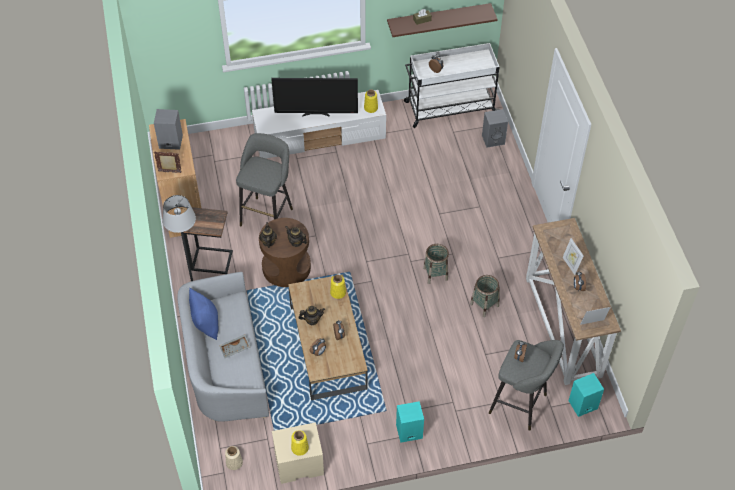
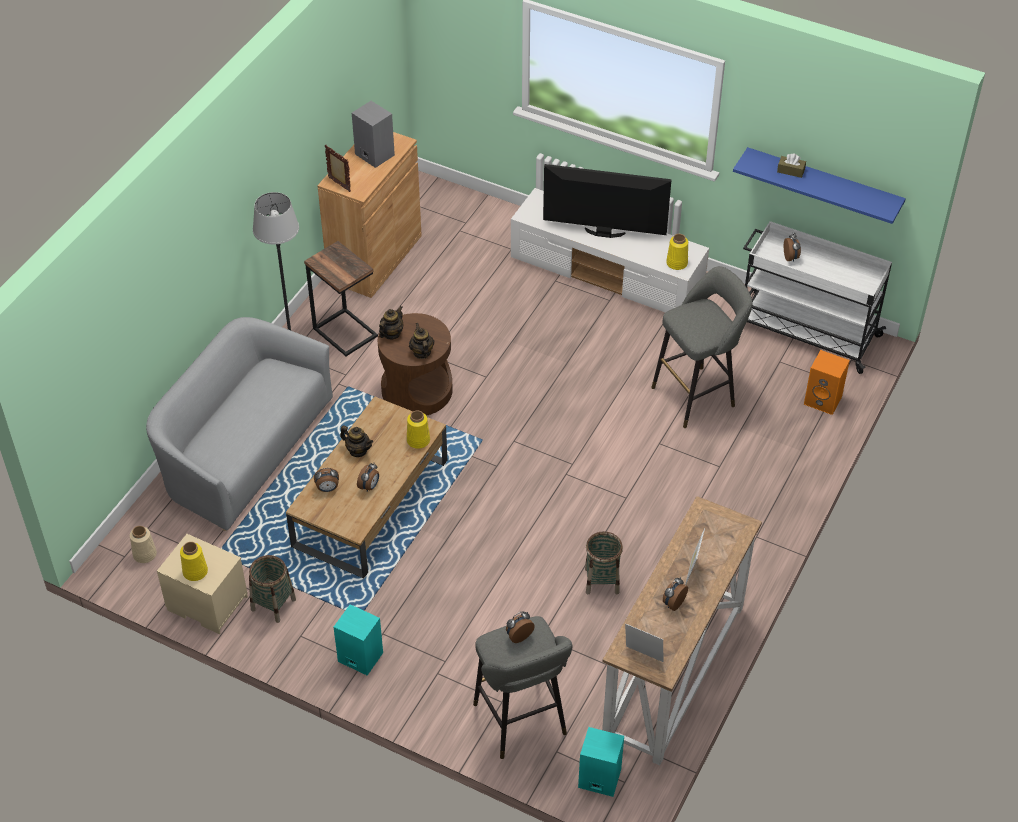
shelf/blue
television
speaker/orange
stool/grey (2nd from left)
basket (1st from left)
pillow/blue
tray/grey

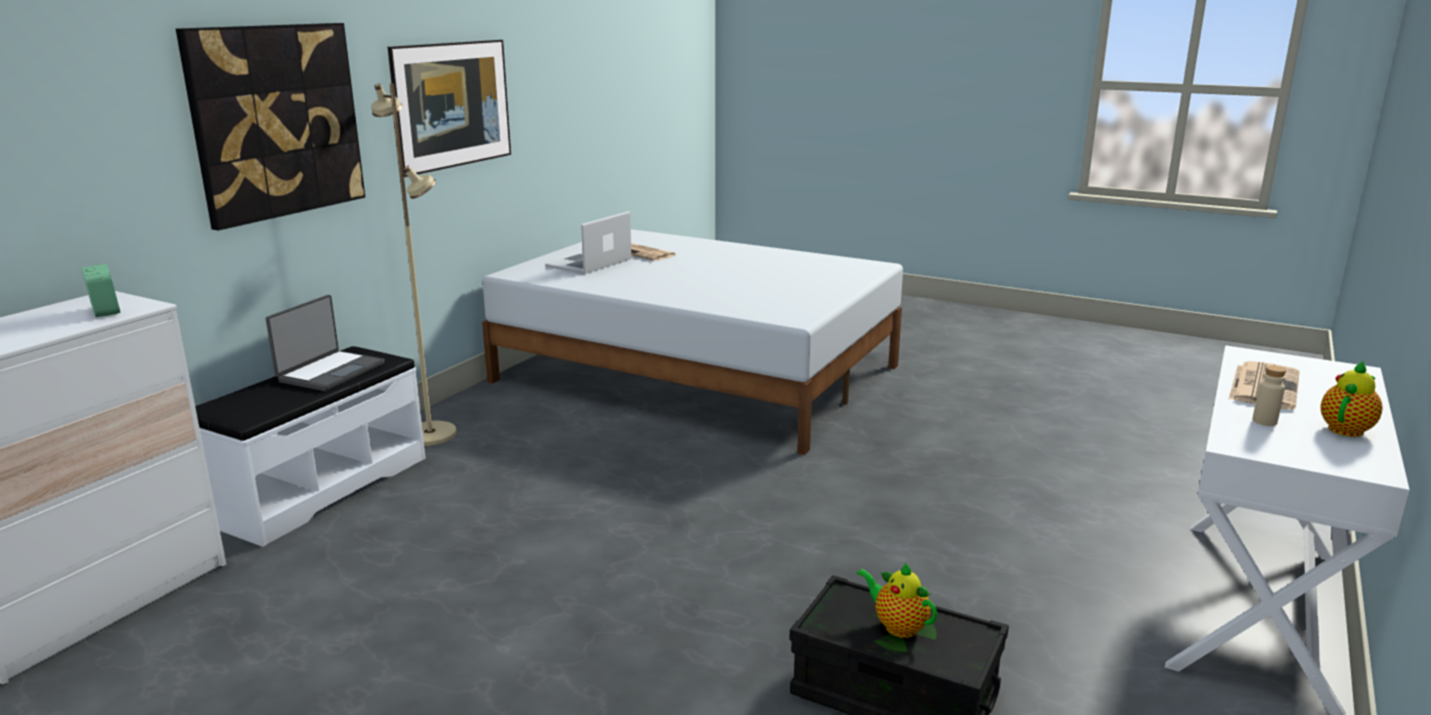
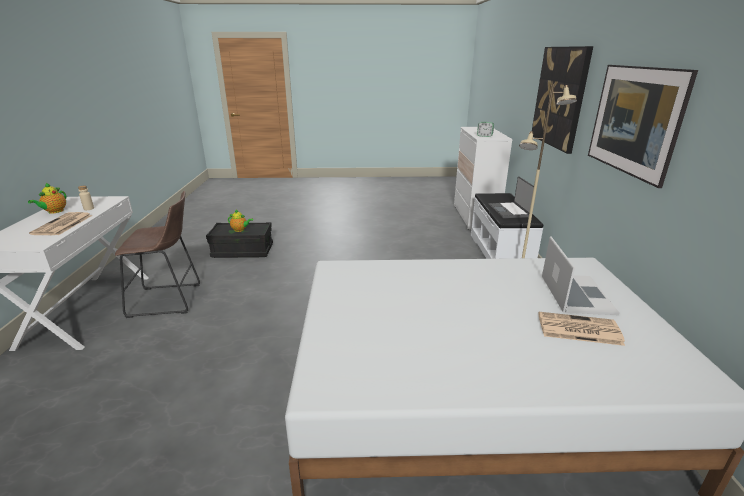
stool/brown

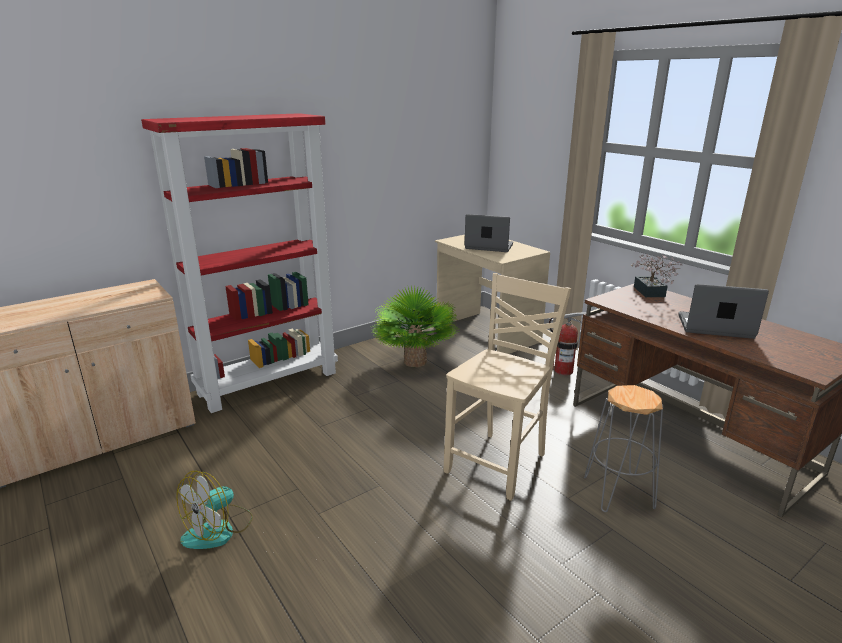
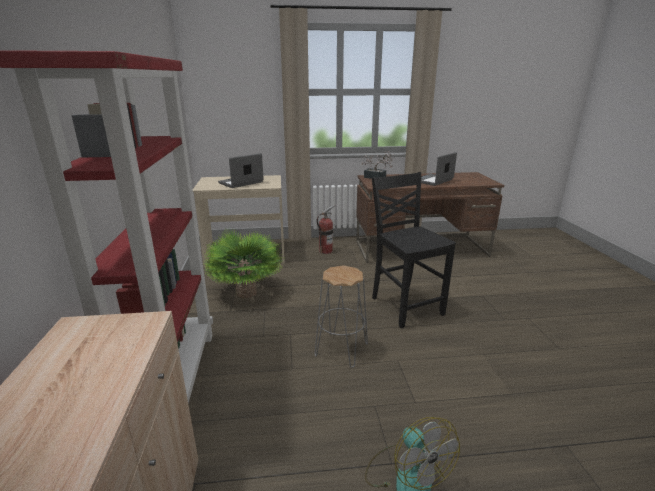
chair/black
stool/grey

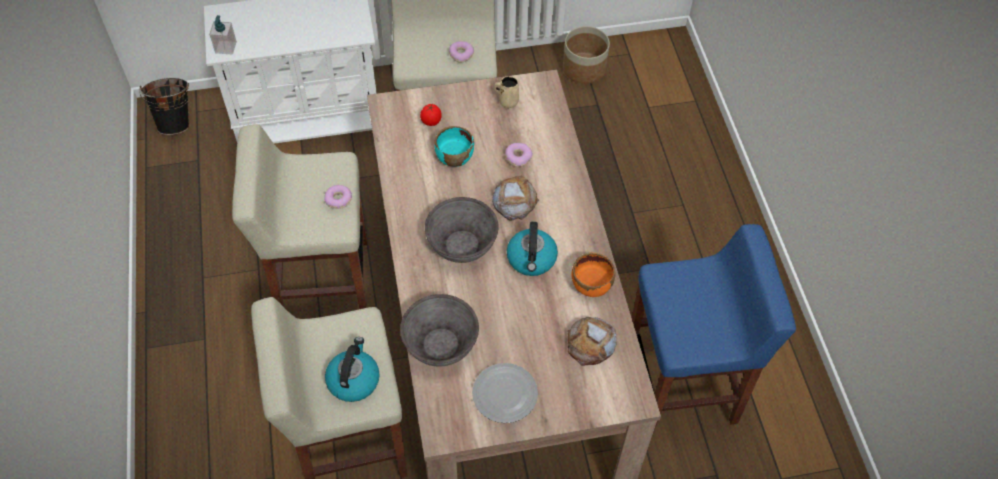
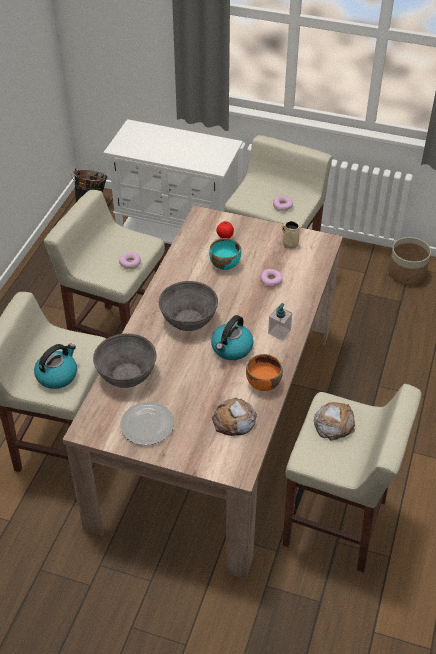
soap dispenser
bread (2nd from left)
stool/beige (4th from left)

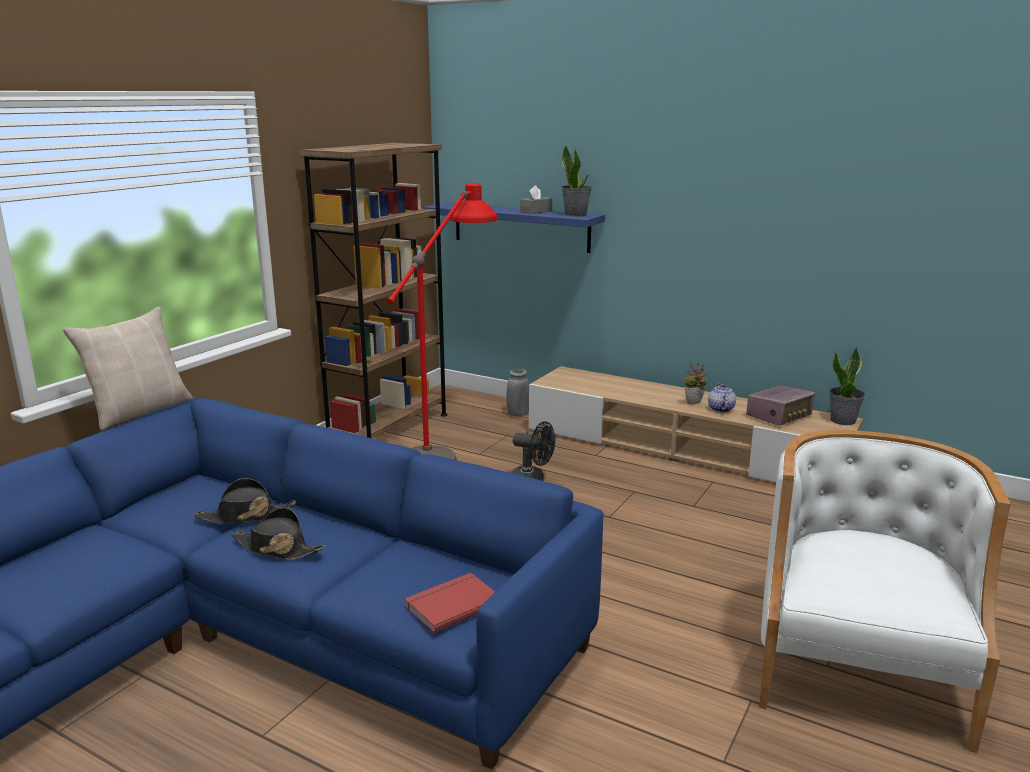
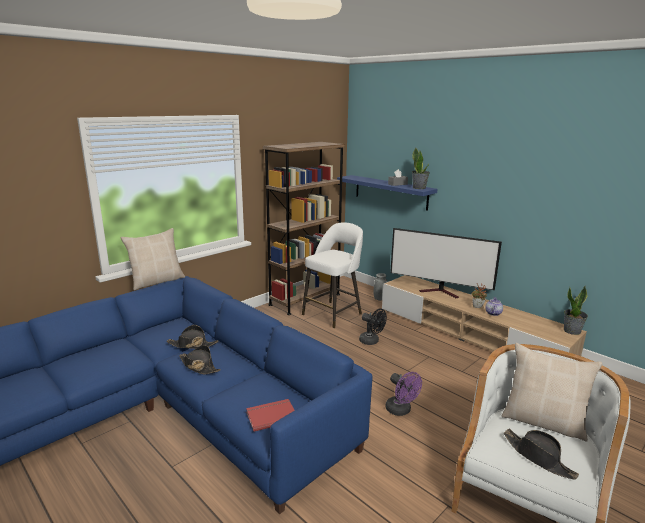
stool/white
radio
television
pillow/beige (2nd from left)
fan/purple
hat/black (3rd from left)

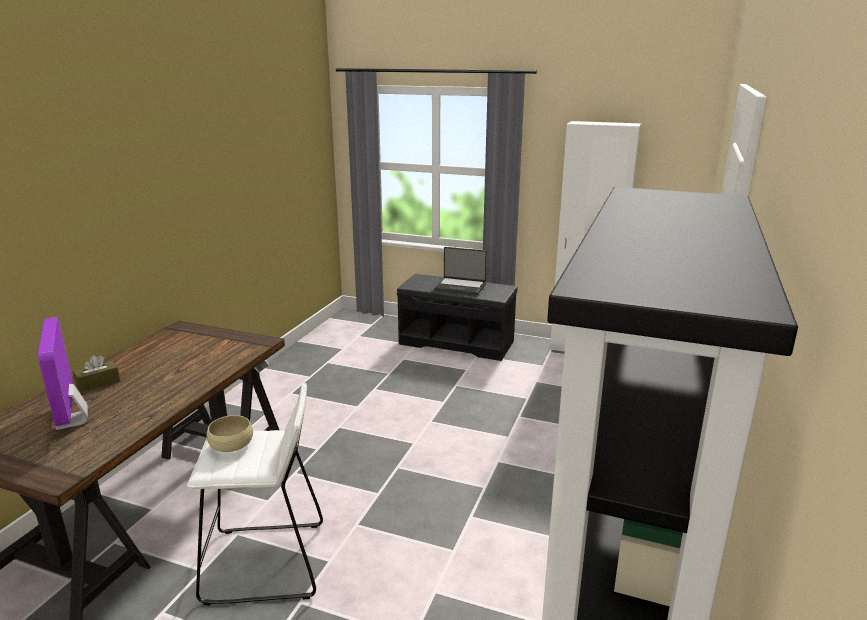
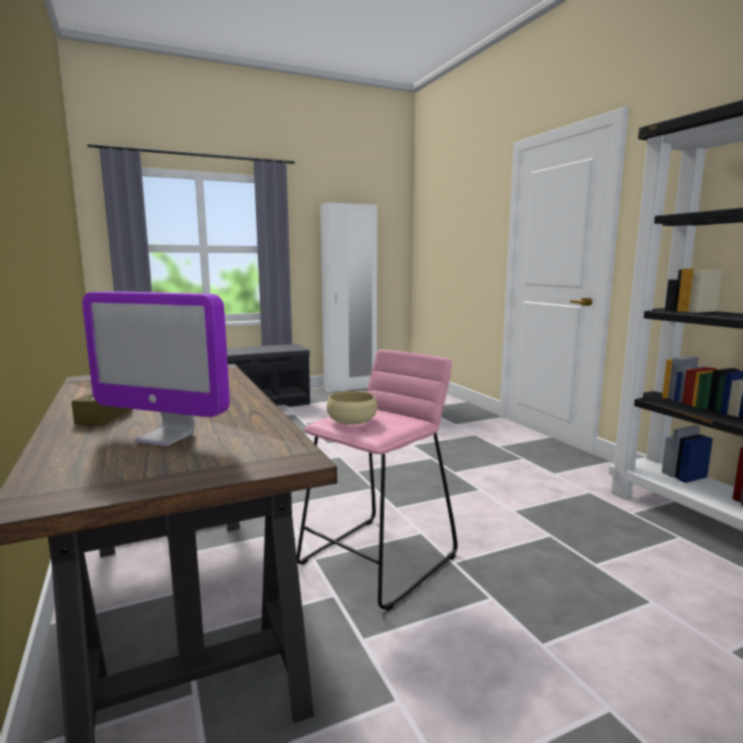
laptop
stool/pink

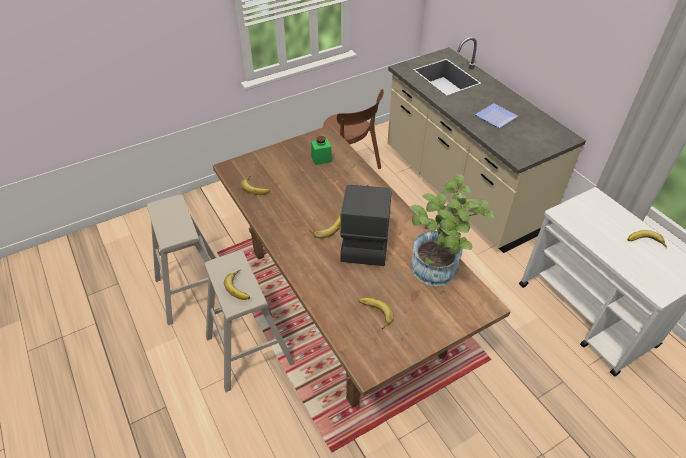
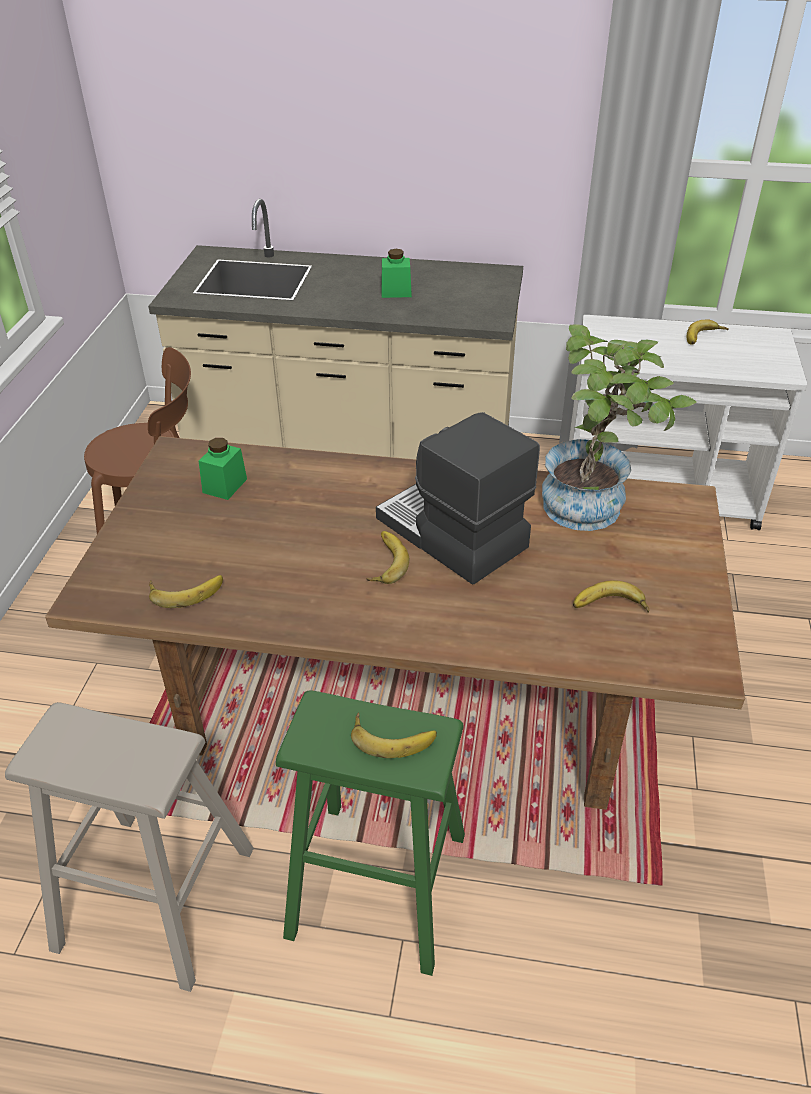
jar/green (2nd from left)
stool/green

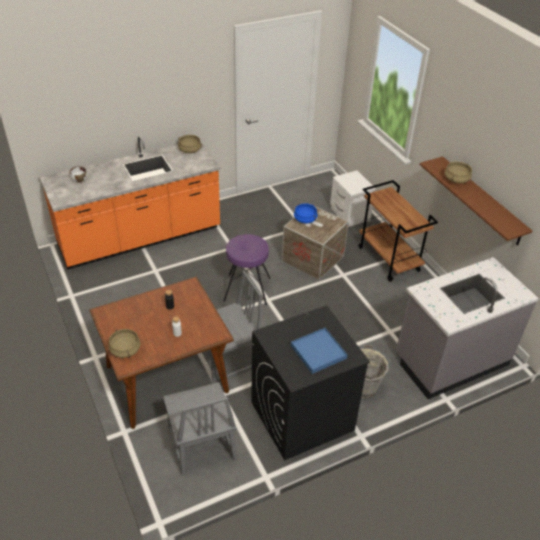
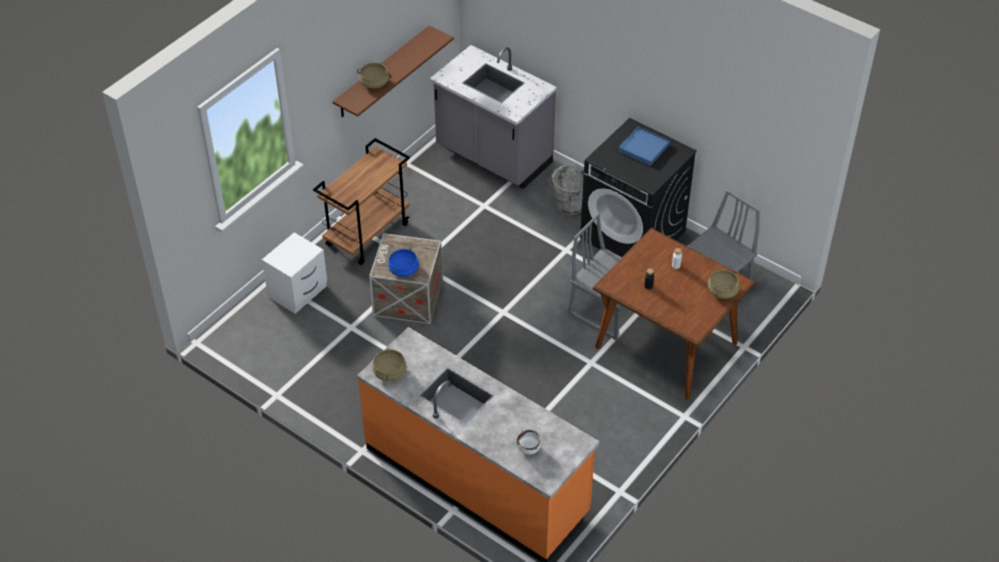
stool/purple

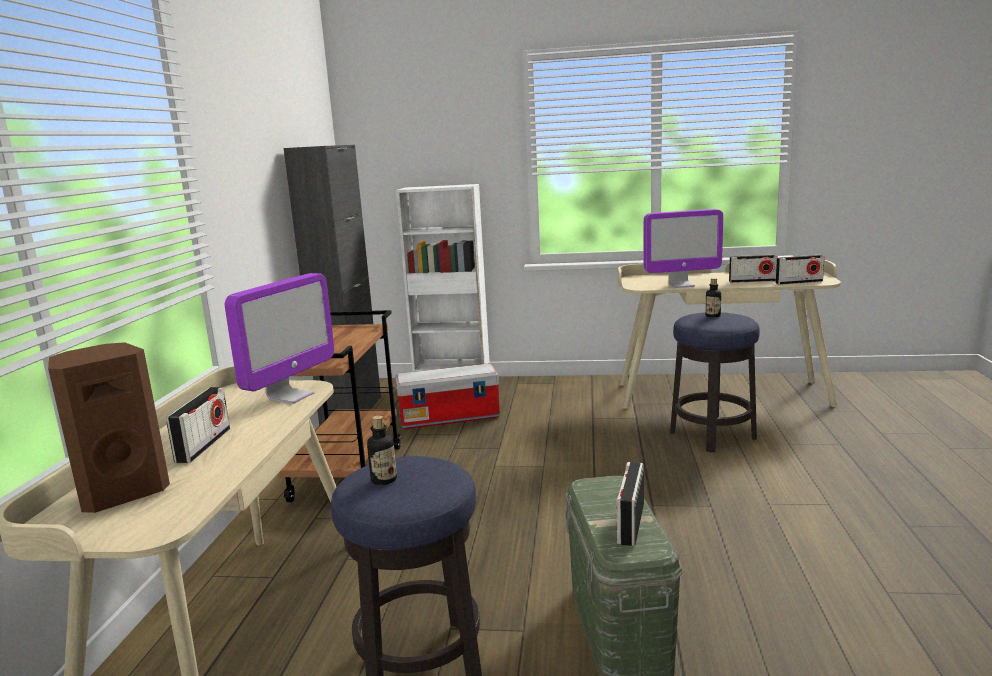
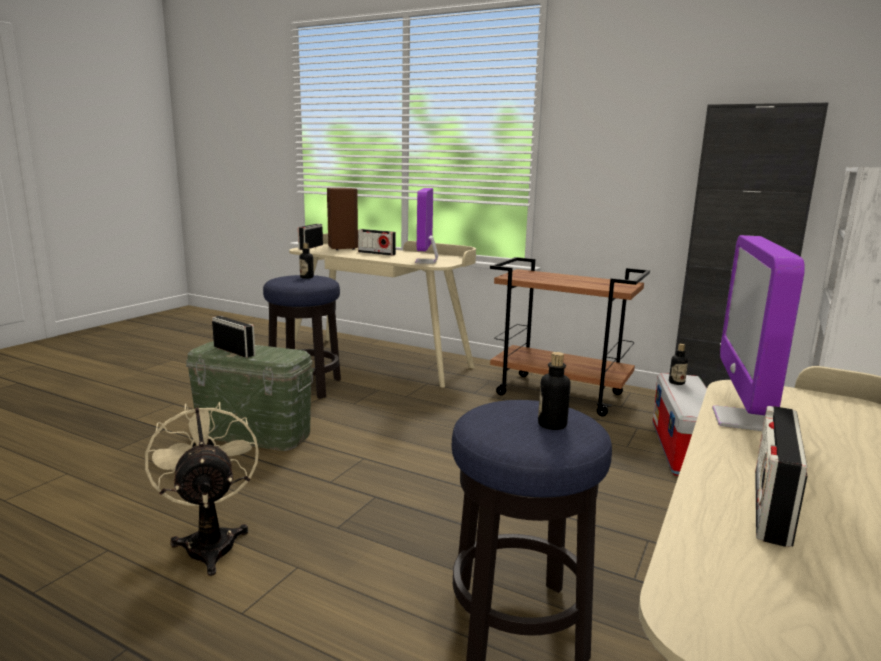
radio (2nd from left)
monitor (1st from left)
bottle (3rd from left)
fan/beige

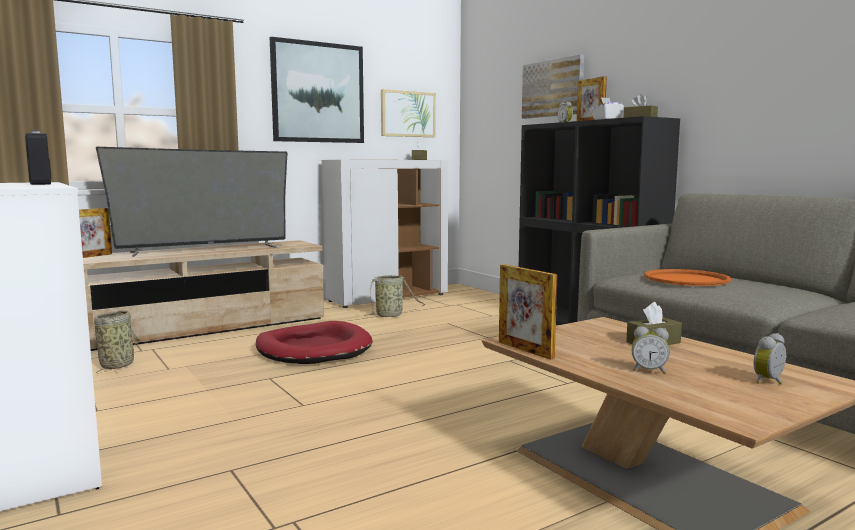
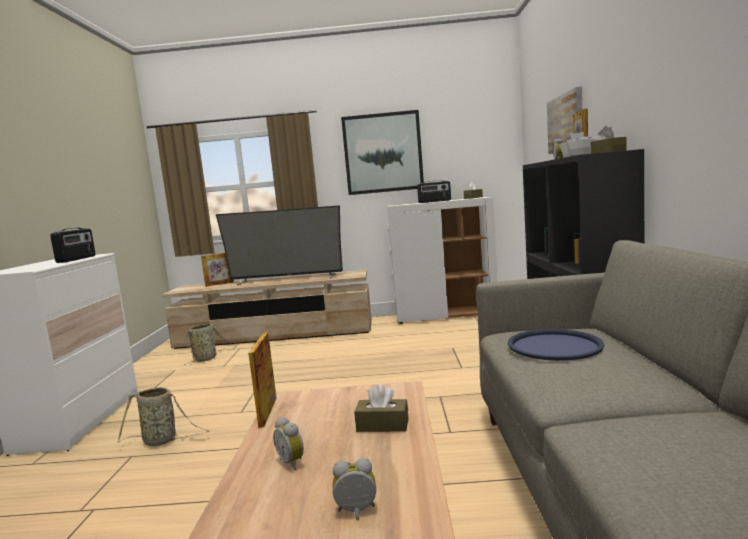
picture (2nd from left in the first image)
tray/blue
basket (1st from left)
dog bed/red
radio (2nd from left)

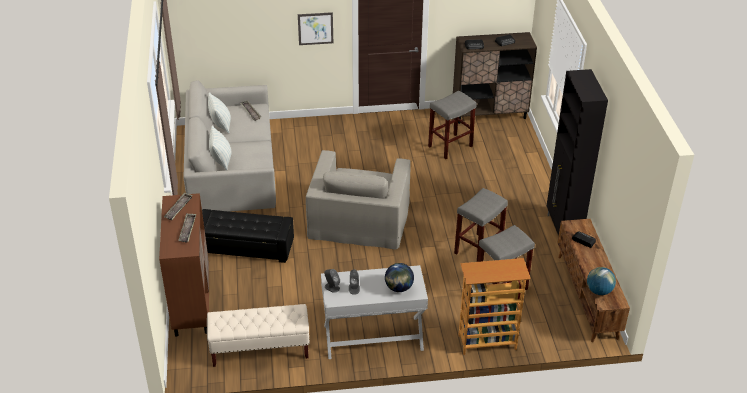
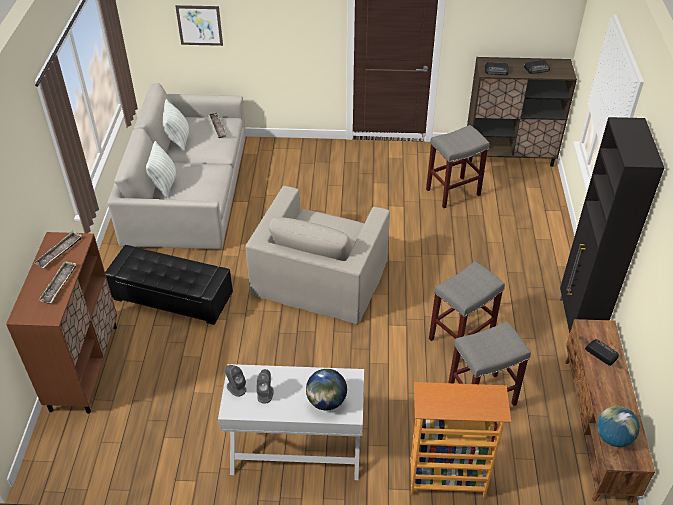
picture
bench/beige

